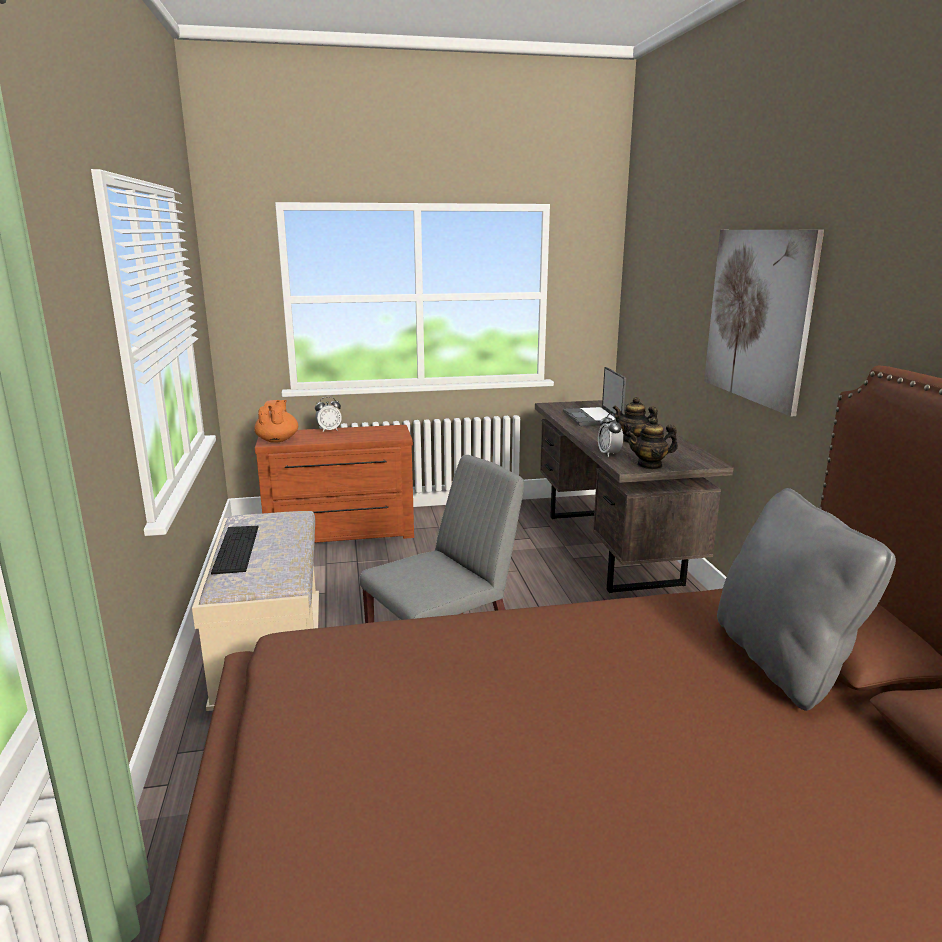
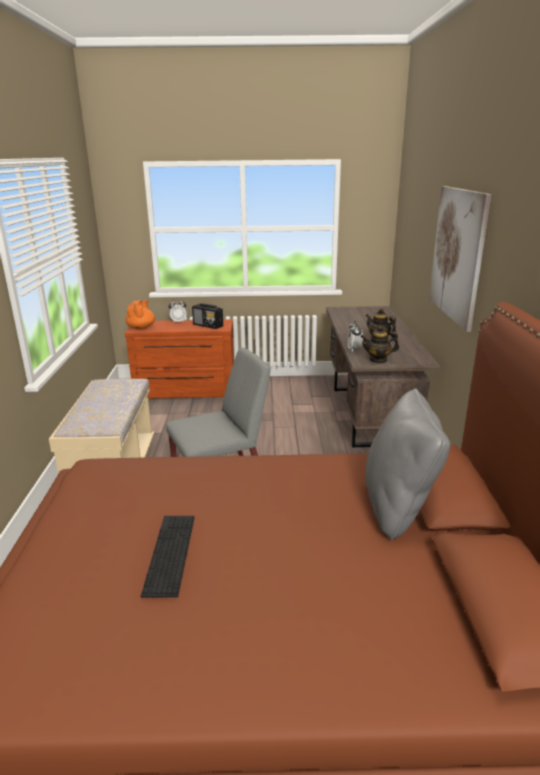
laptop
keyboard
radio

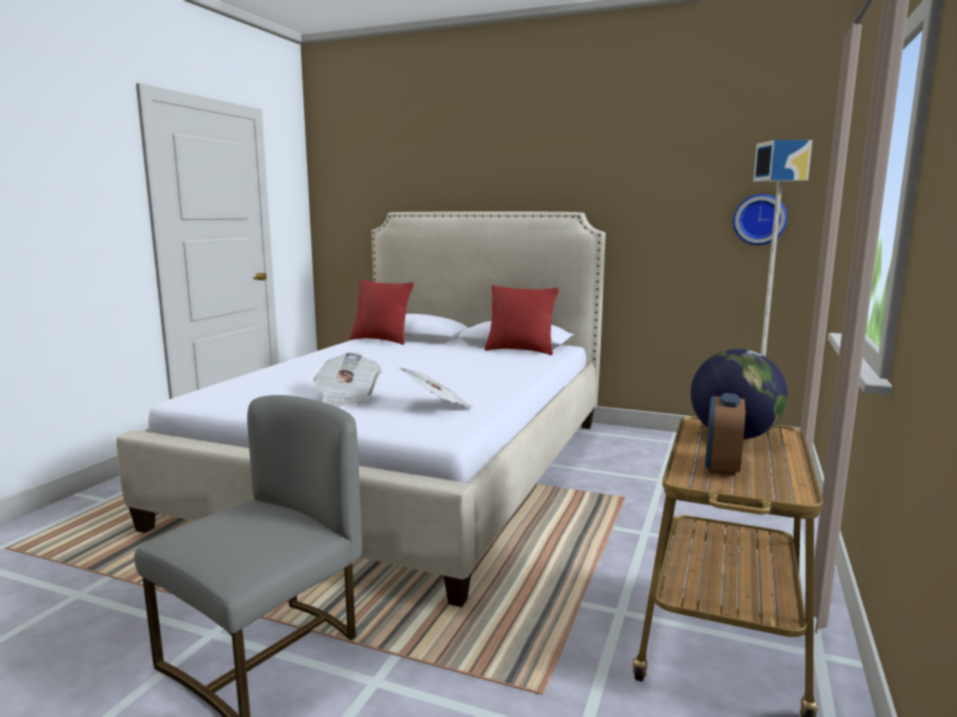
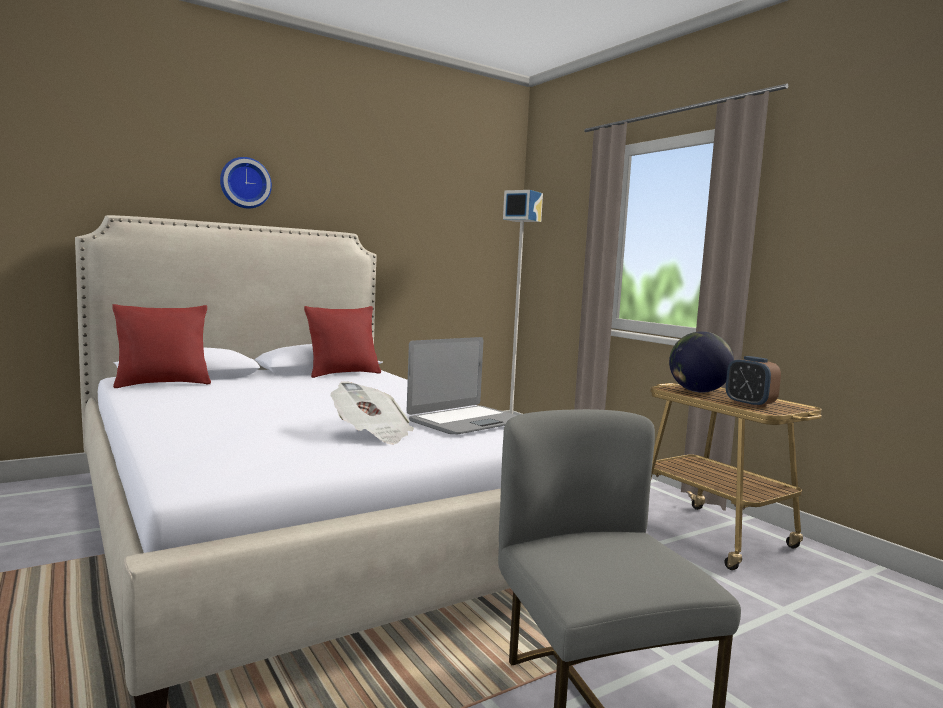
wall clock
laptop

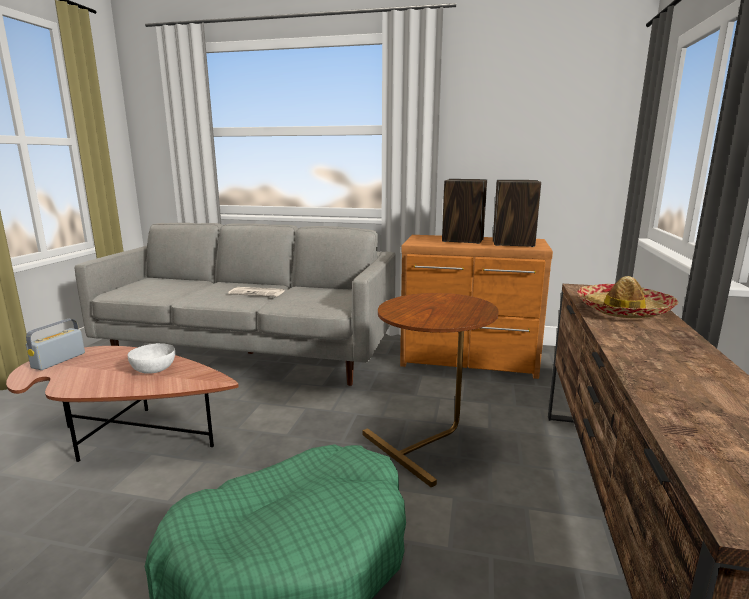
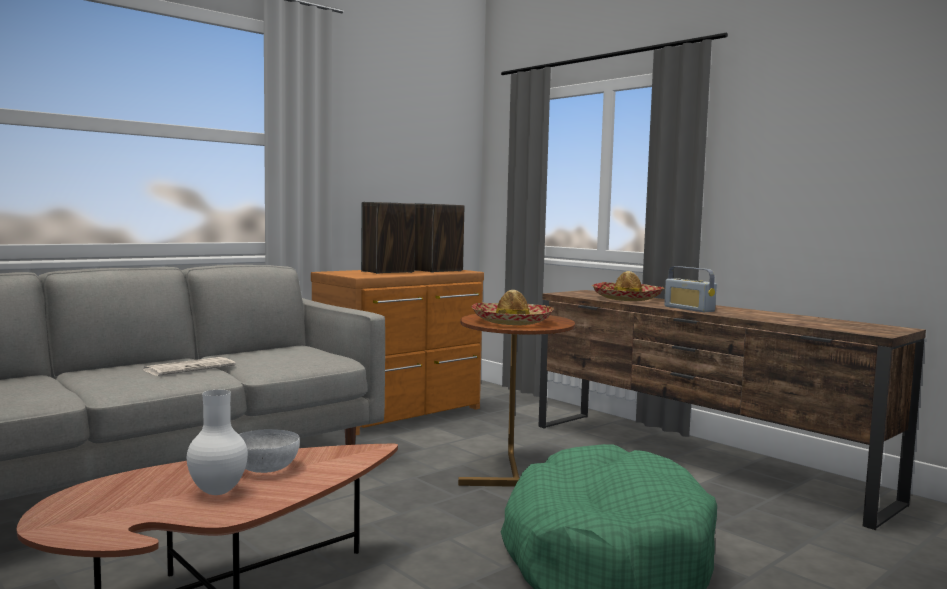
radio
hat (1st from left)
vase/white

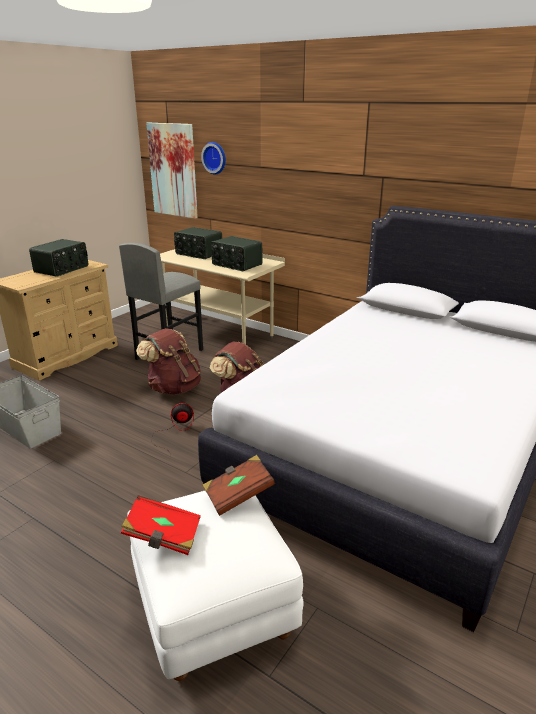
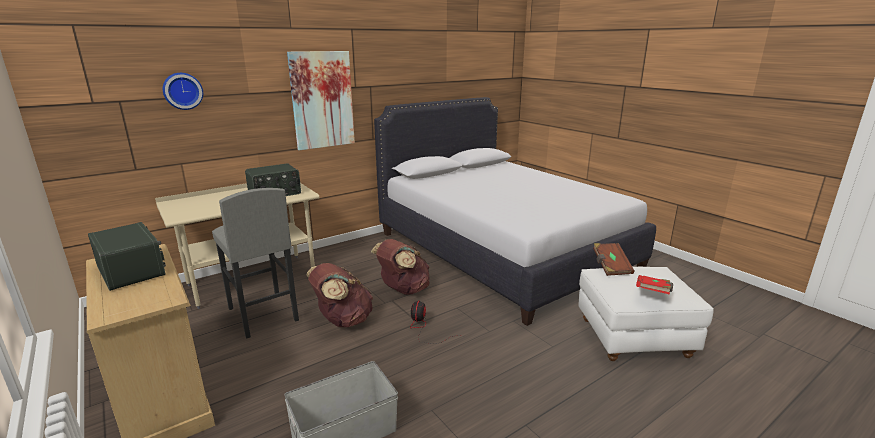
picture
radio (2nd from left in the first image)

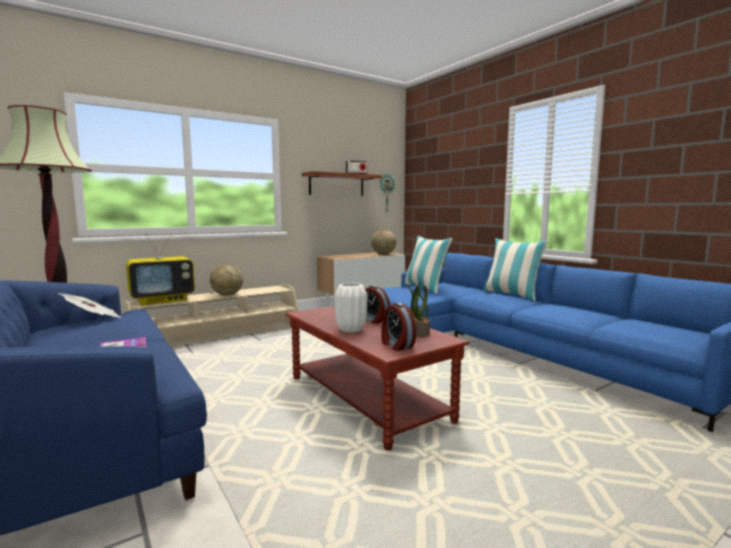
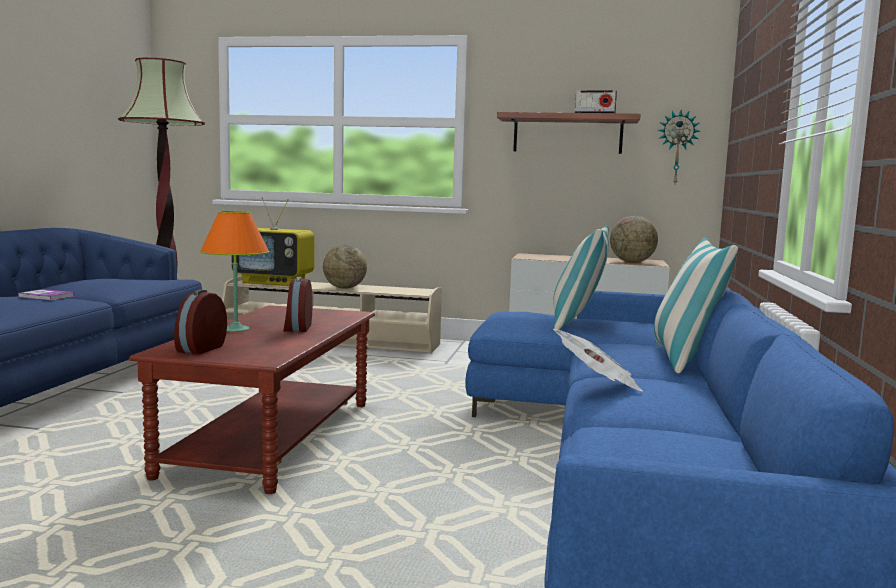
potted plant
table lamp/orange
newspaper

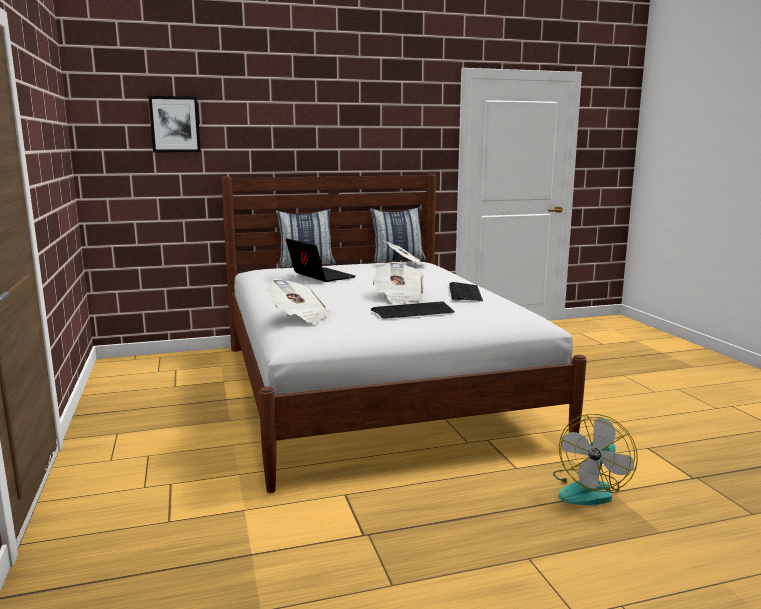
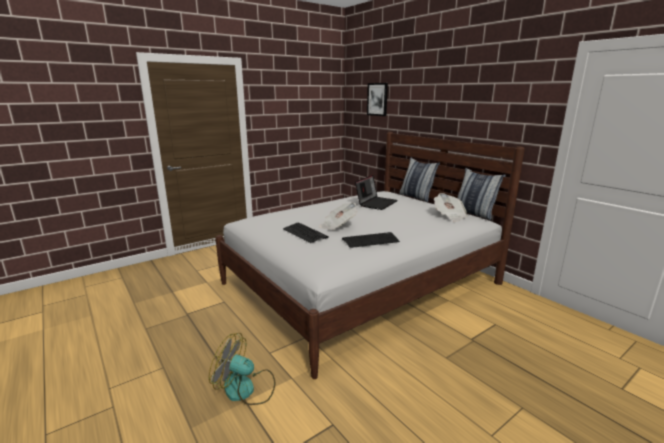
newspaper (1st from left in the first image)

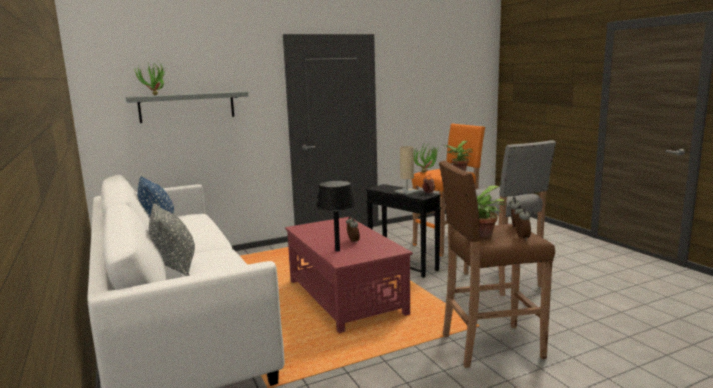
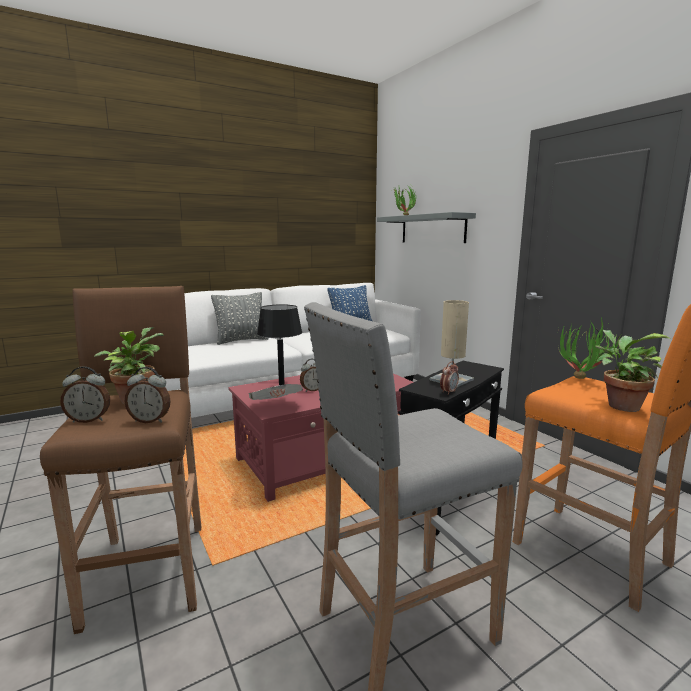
newspaper

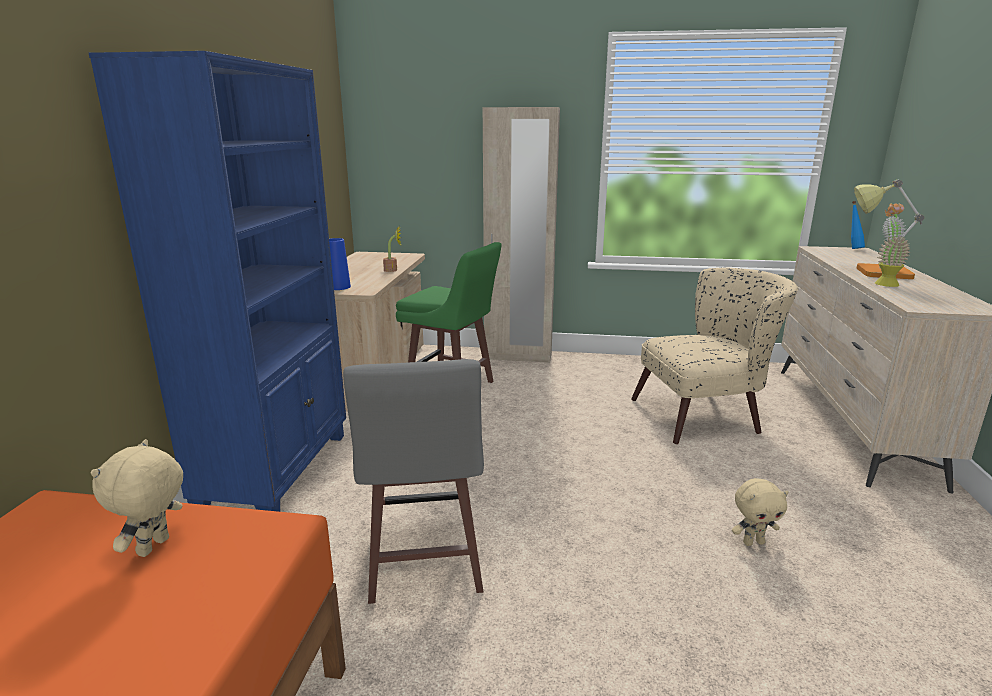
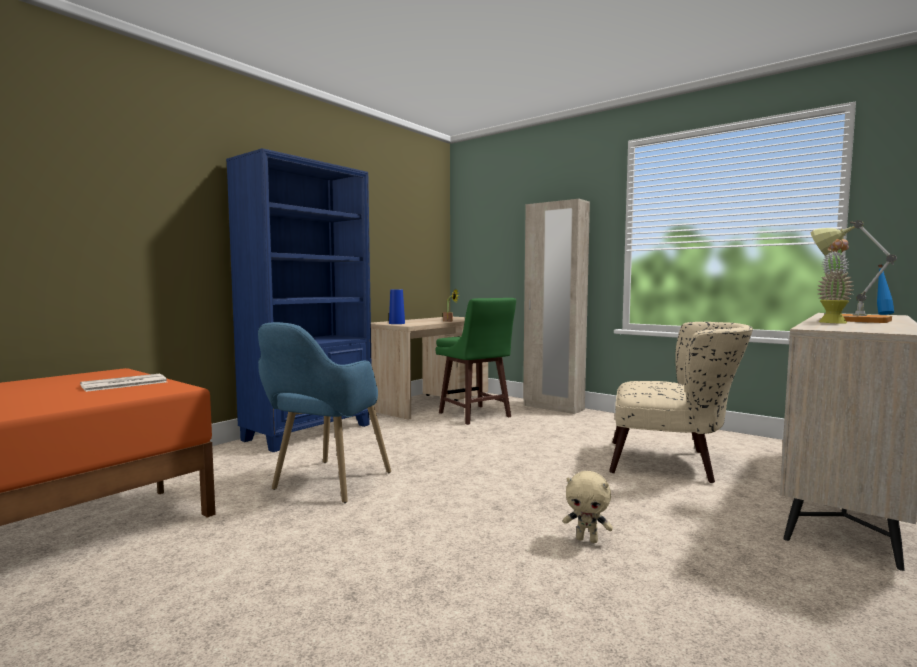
armchair/blue
newspaper

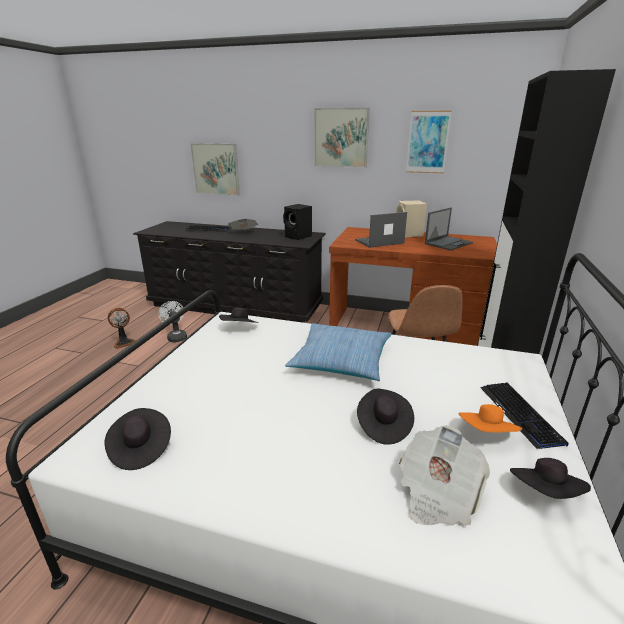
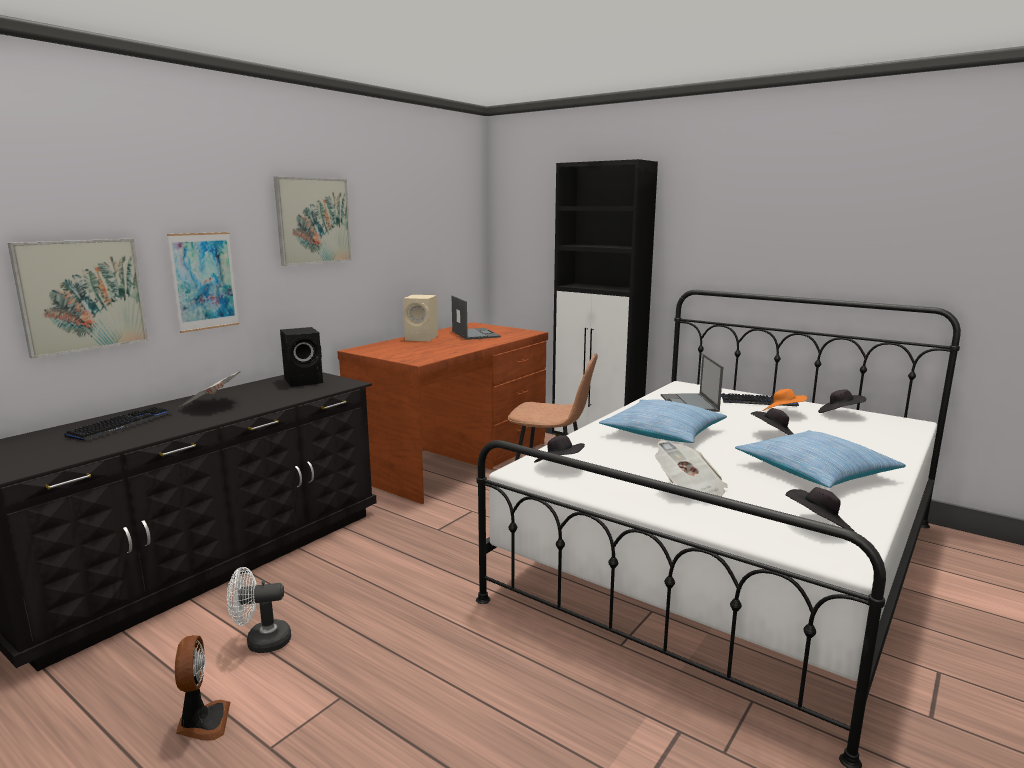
picture (2nd from left)
laptop (2nd from left)
newspaper (2nd from left)
pillow (2nd from left)

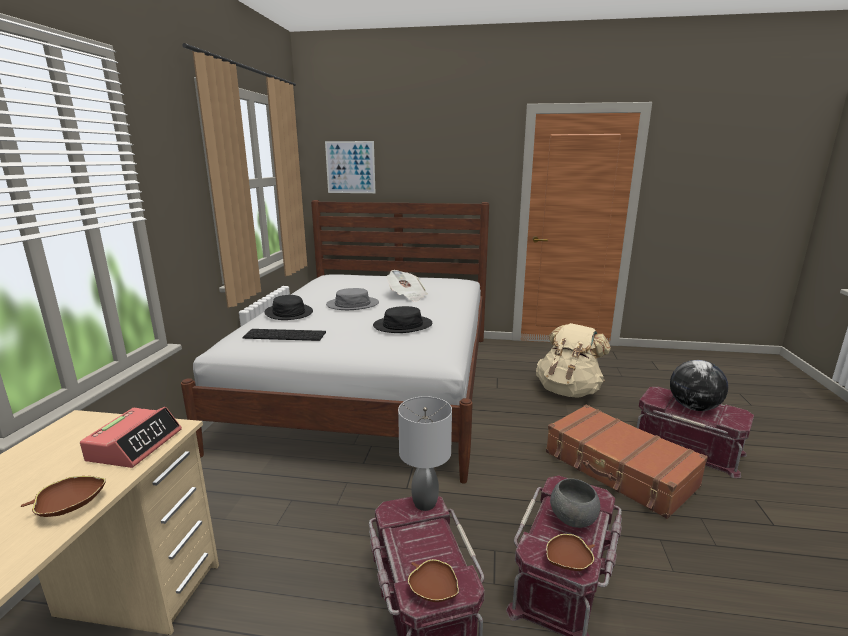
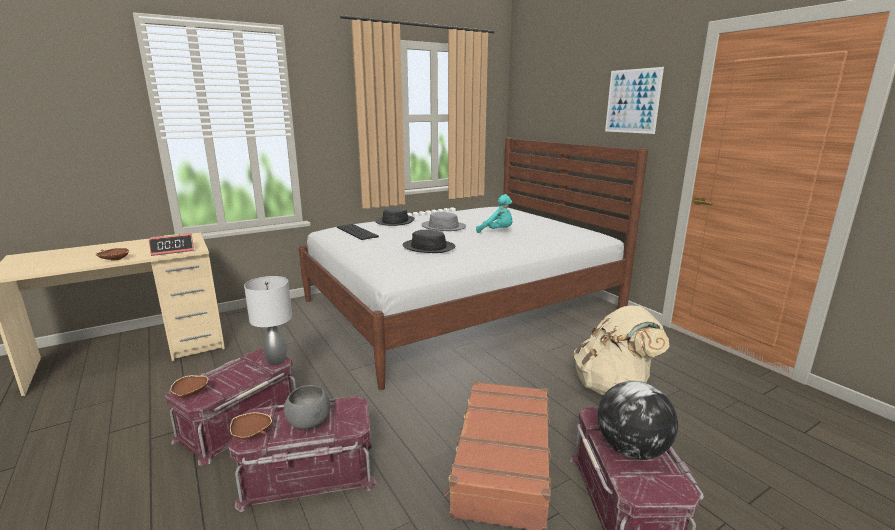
picture
plush toy/turquoise

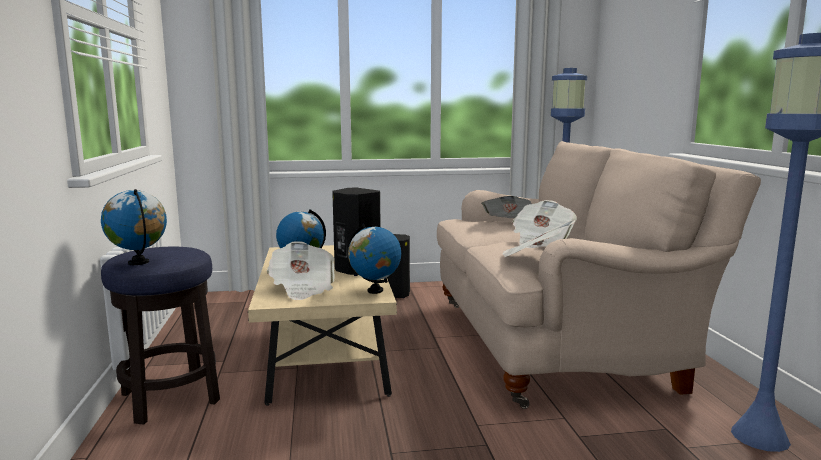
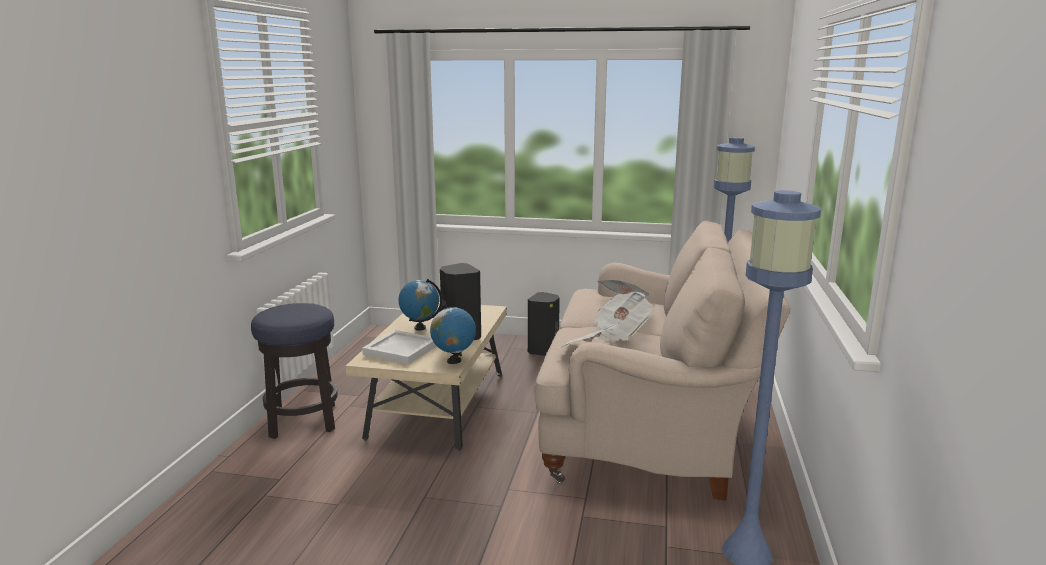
globe (1st from left in the first image)
tray/white

